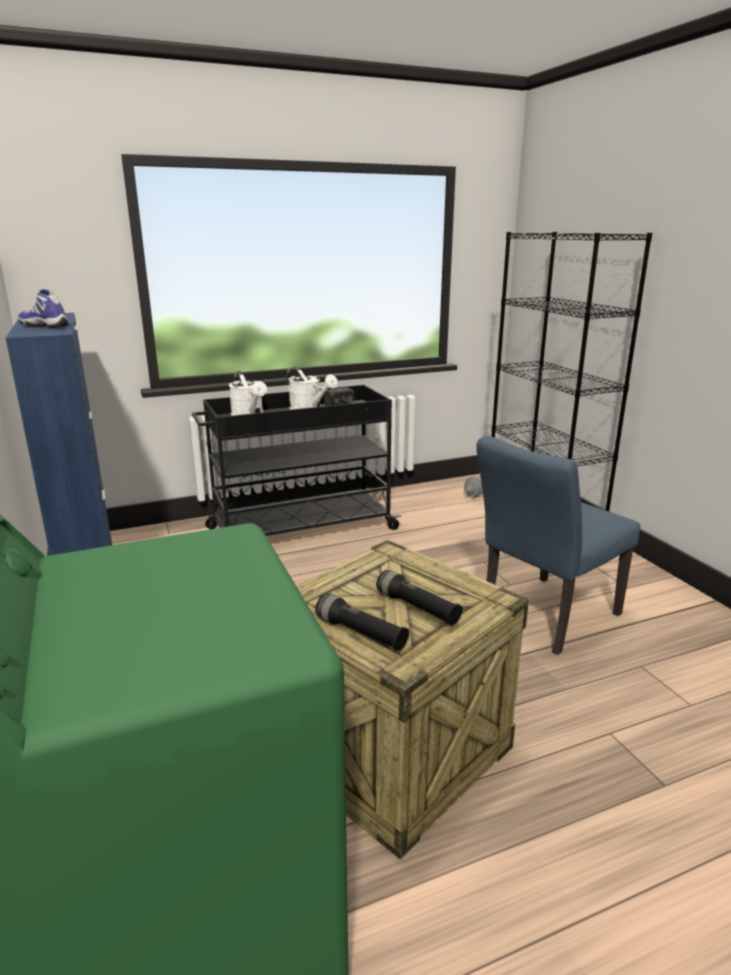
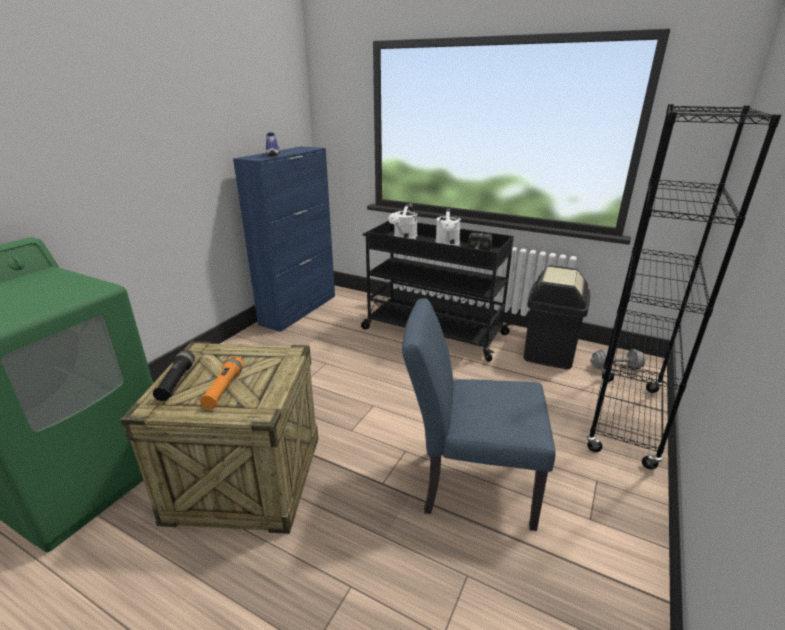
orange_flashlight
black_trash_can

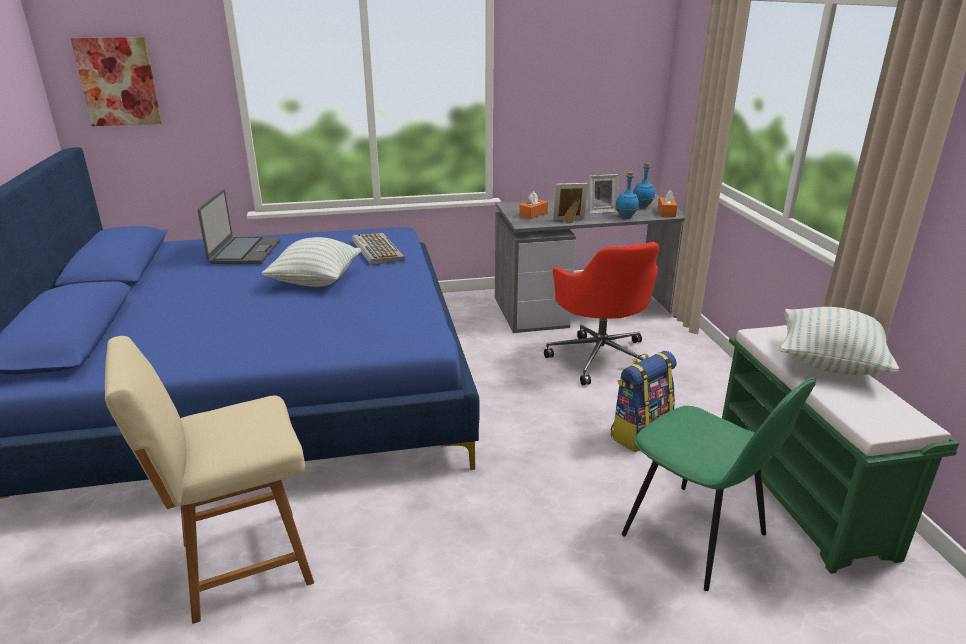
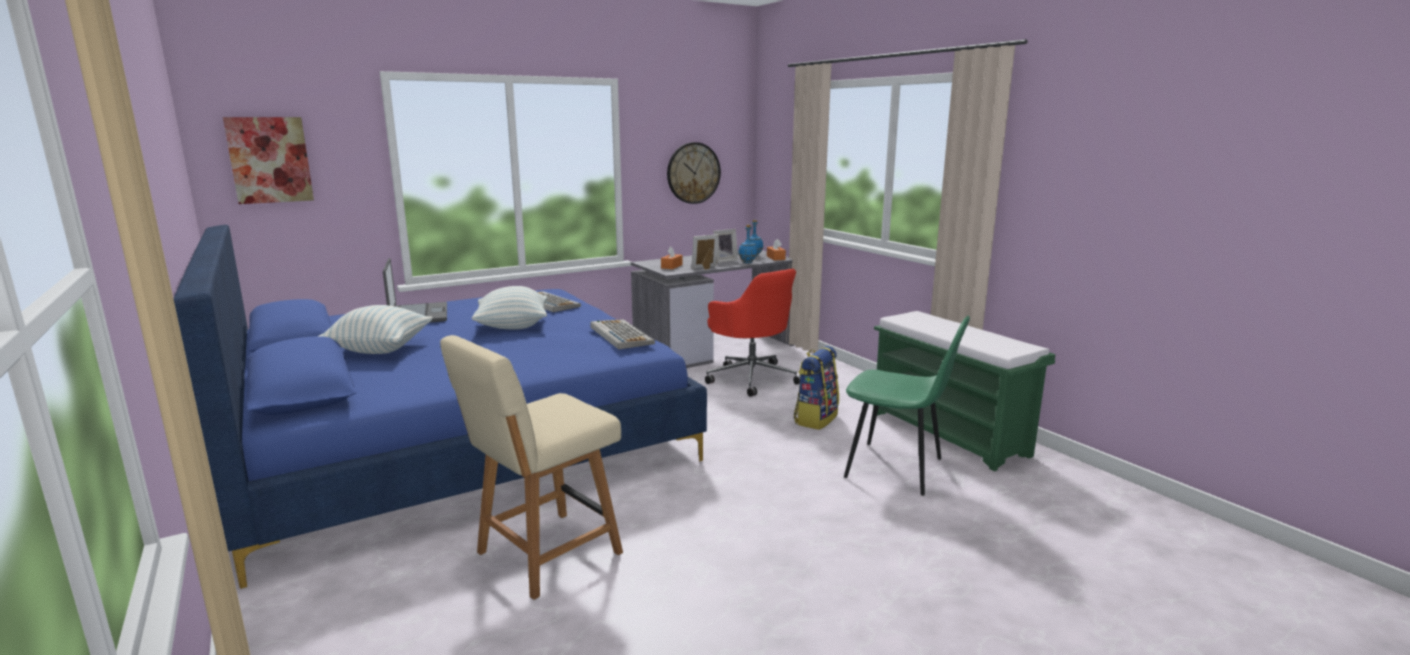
pillow (1st from left)
wall_clock
keyboard (2nd from left)

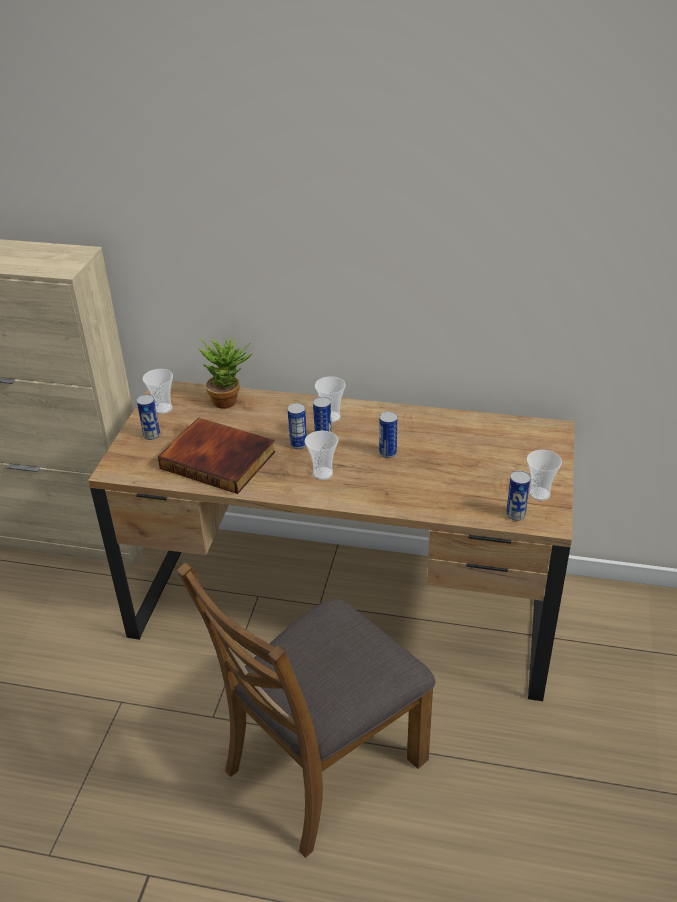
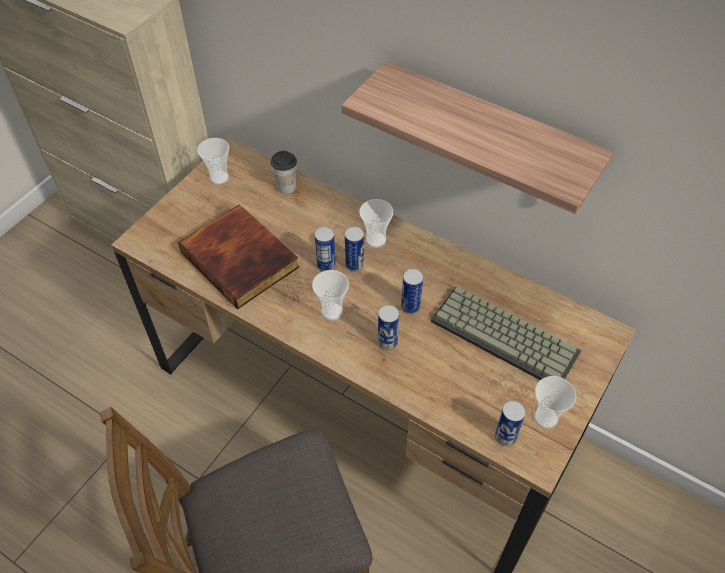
cup (2nd from left)
can (3rd from left)
shelf
keyboard

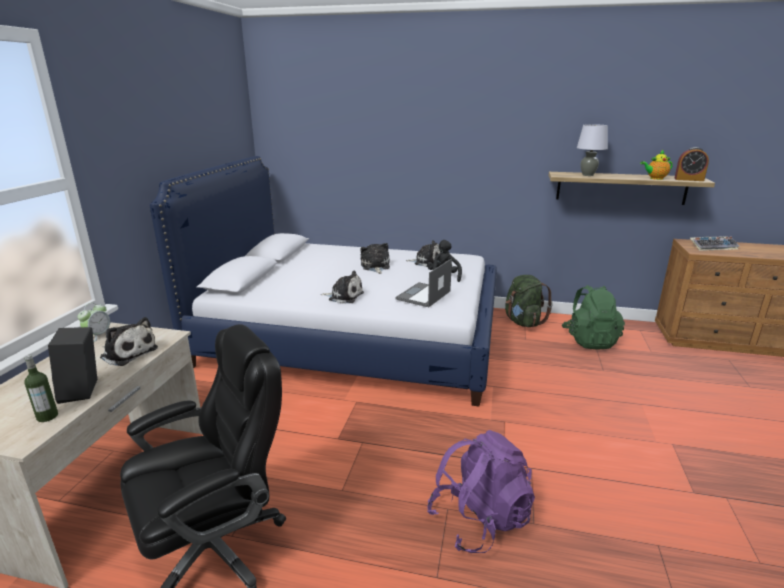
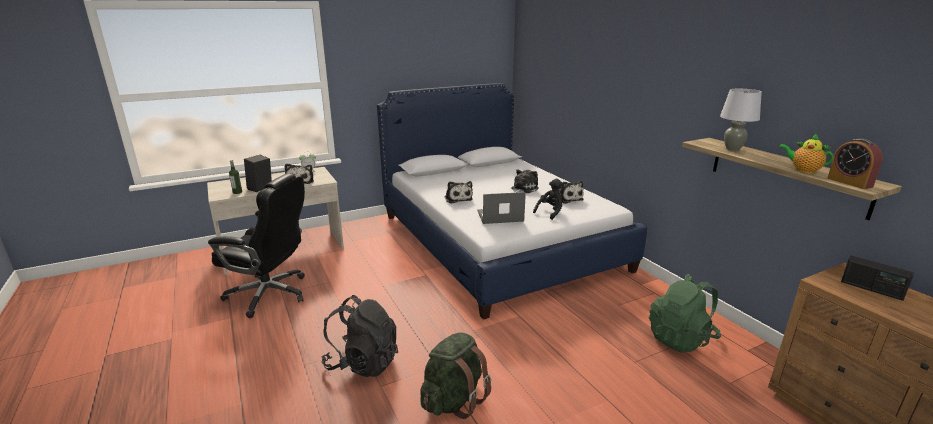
radio
green_backpack (1st from left)
black_backpack

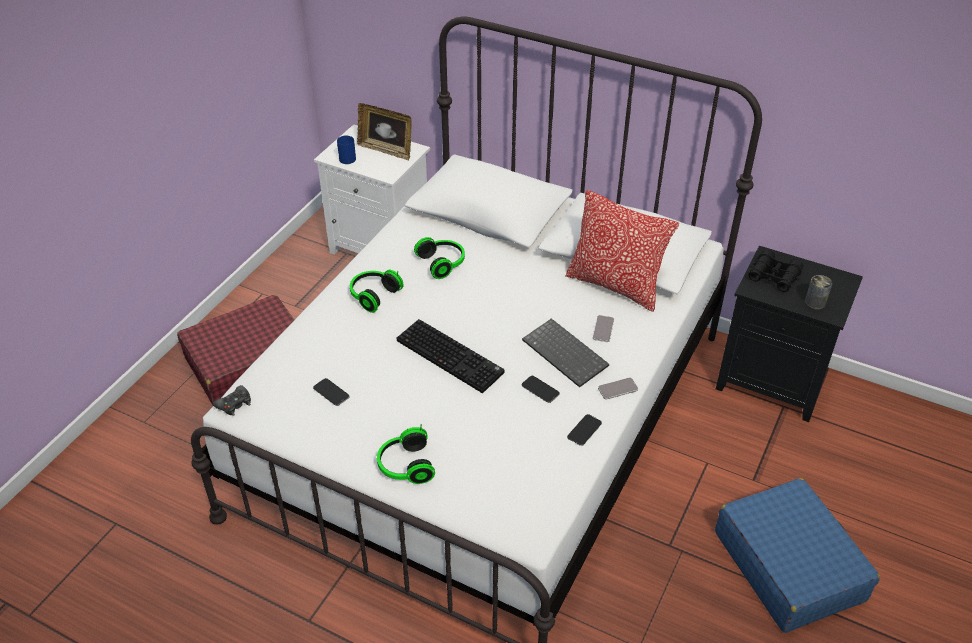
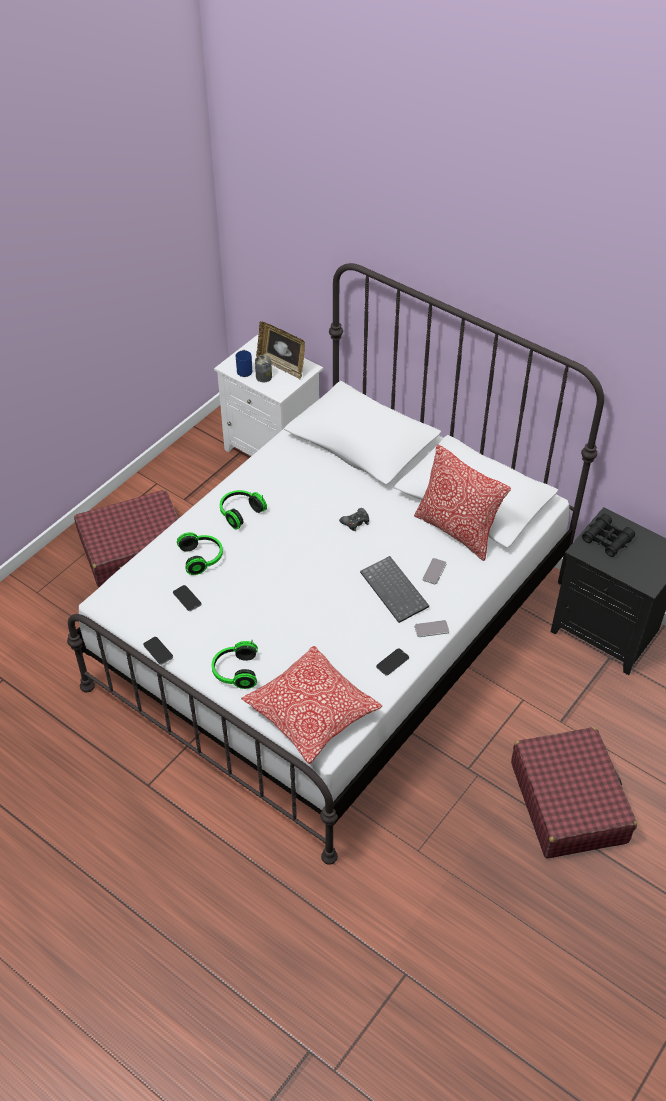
headphones (1st from left)
can
keyboard (1st from left in the first image)
phone (1st from left)
black_game_controller
red_suitcase (2nd from left)
pillow (1st from left)

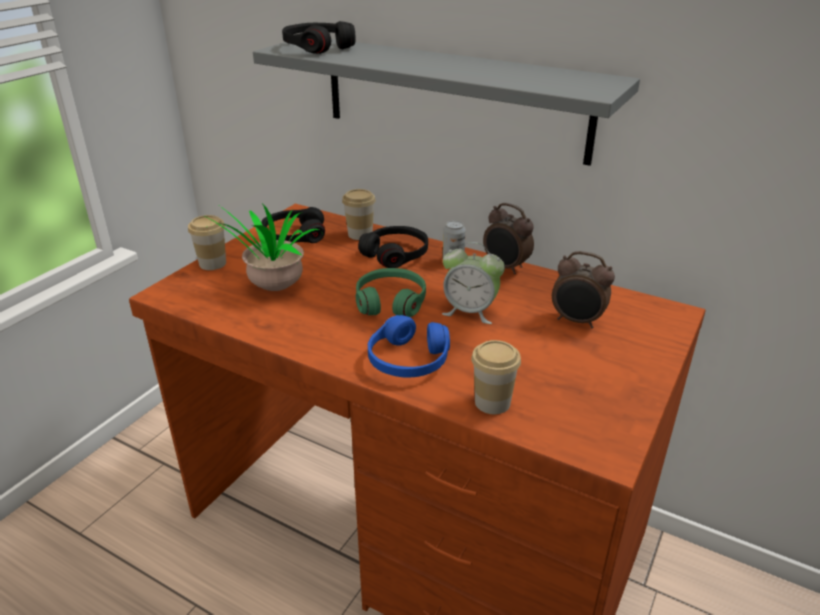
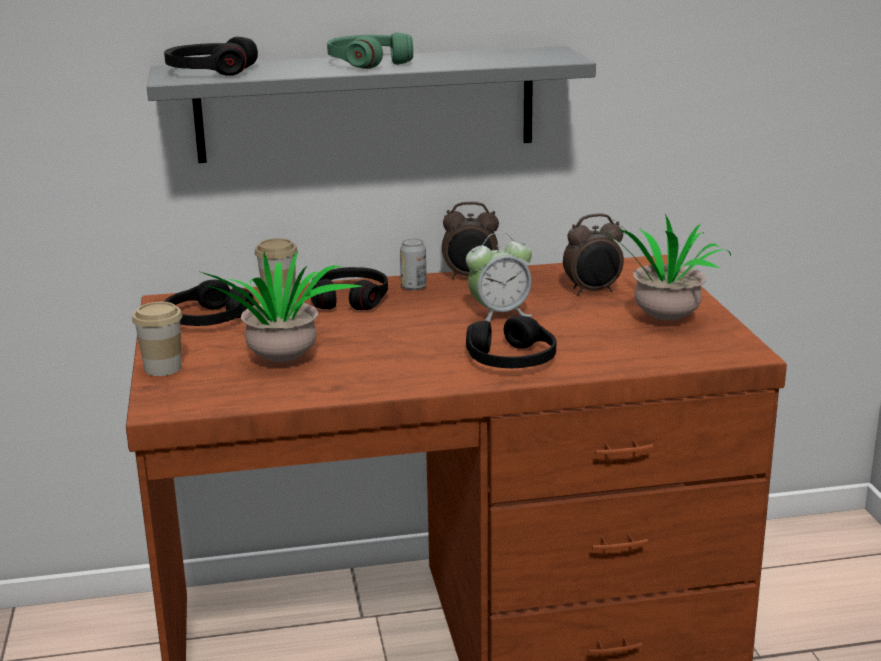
green_headphones
black_headphones (4th from left)
cup (3rd from left in the first image)
potted_plant (2nd from left)

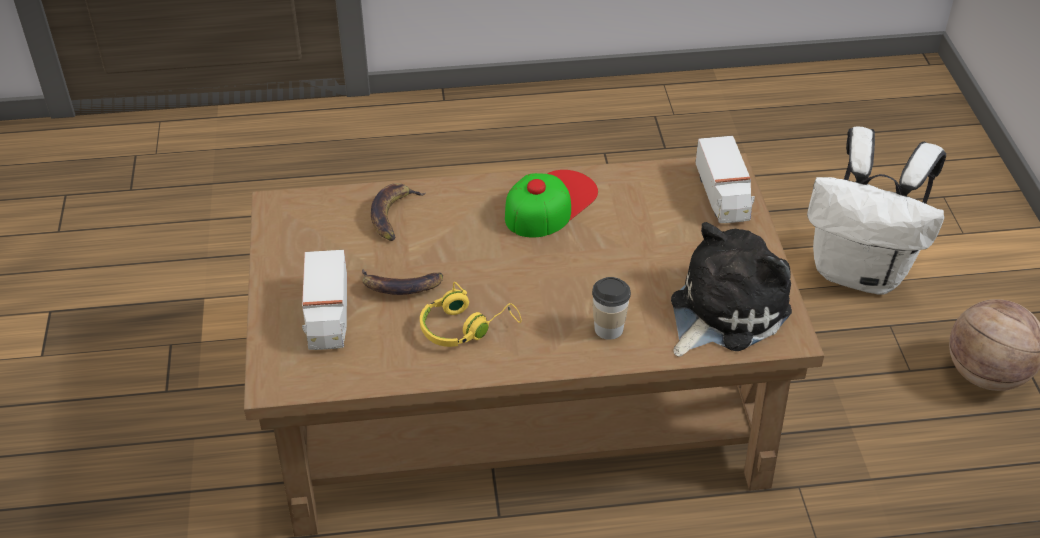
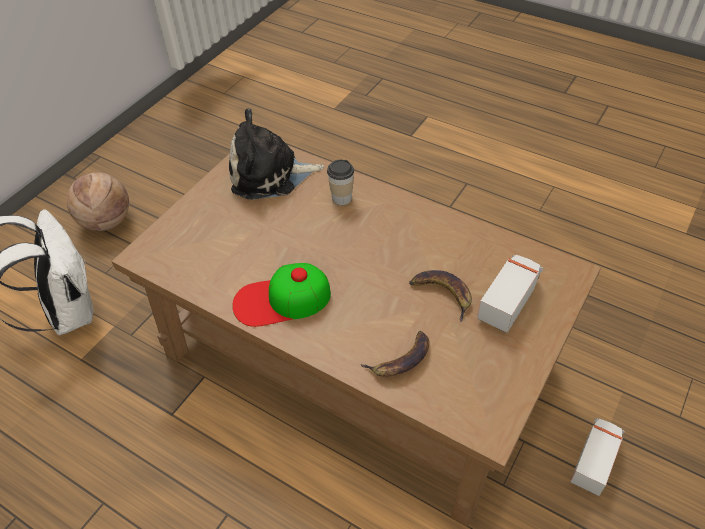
toy_truck (2nd from left)
yellow_headphones

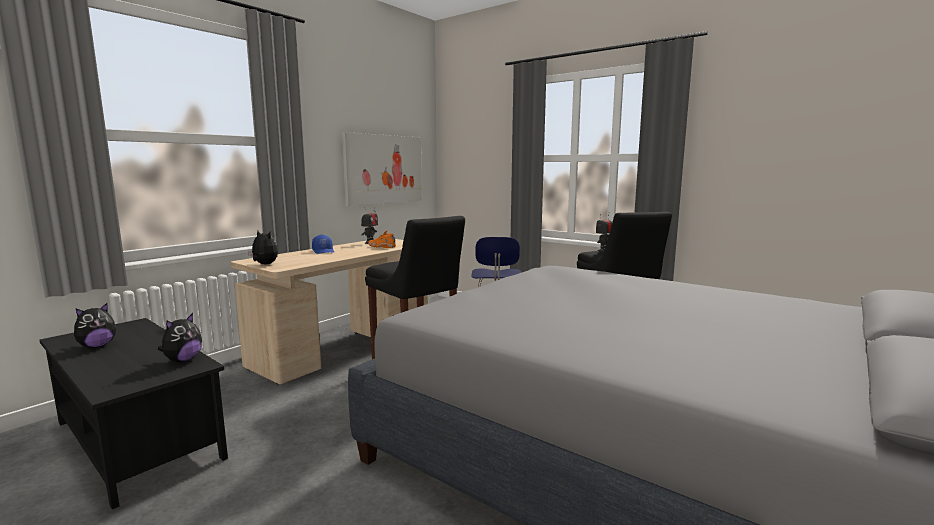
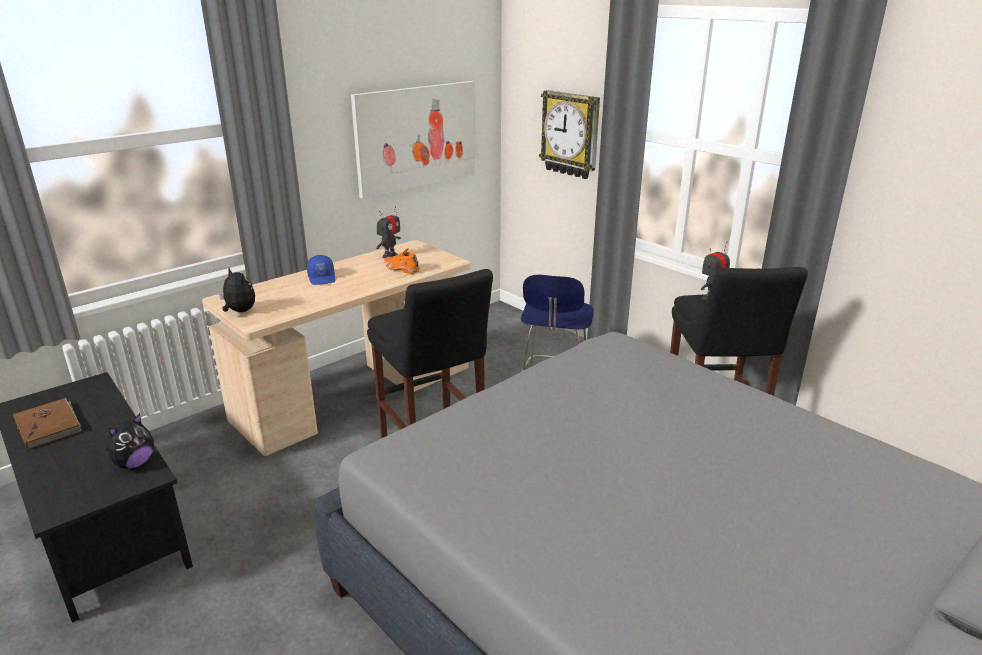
brown_book
wall_clock

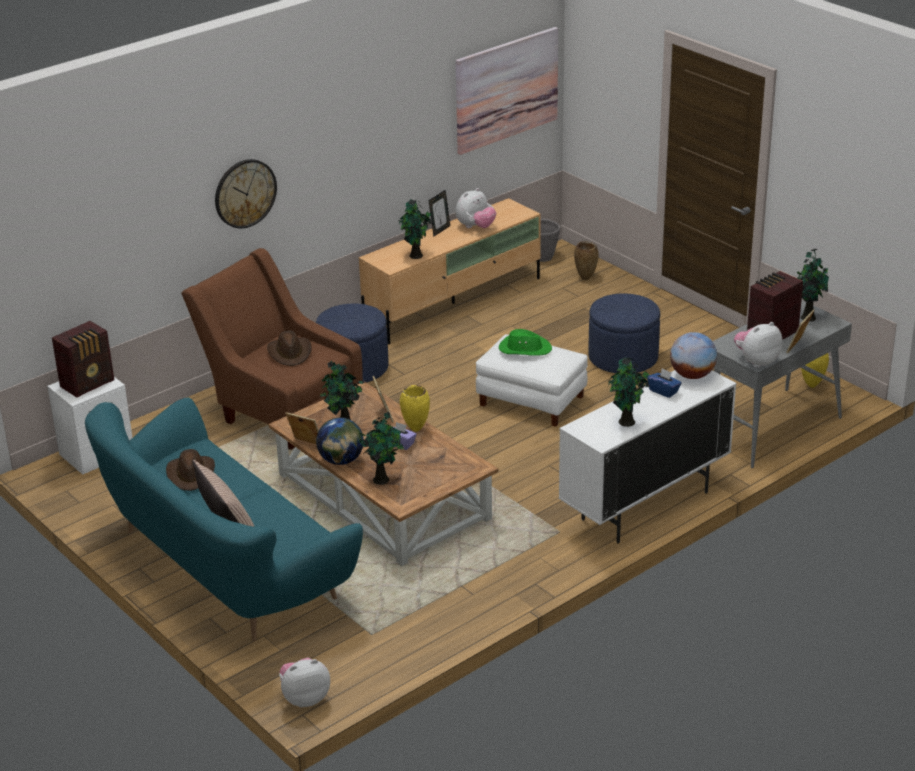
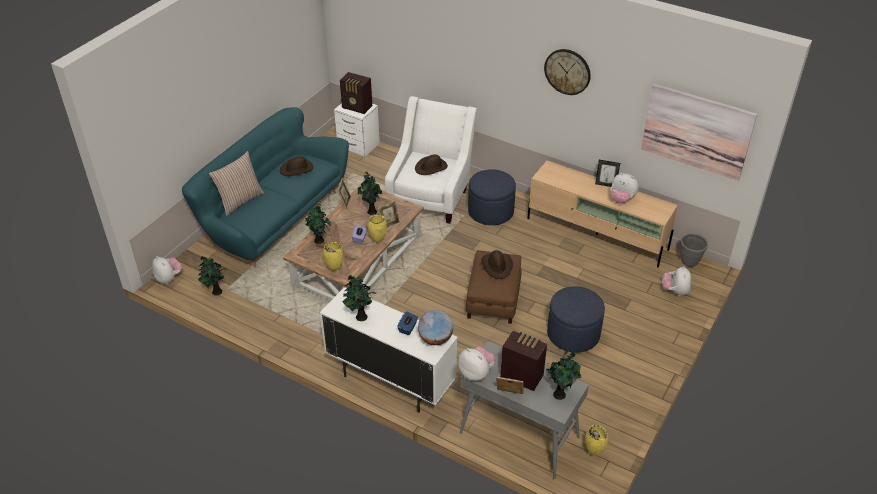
wall_clock
potted_plant (1st from left)
plush_toy (4th from left)
white_armchair
brown_hat (3rd from left)
brown_ottoman
globe (1st from left in the first image)
yellow_vase (1st from left)

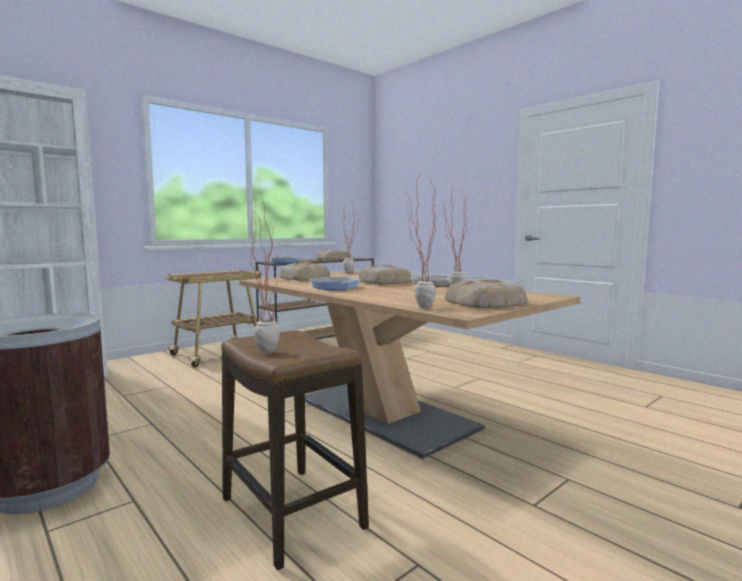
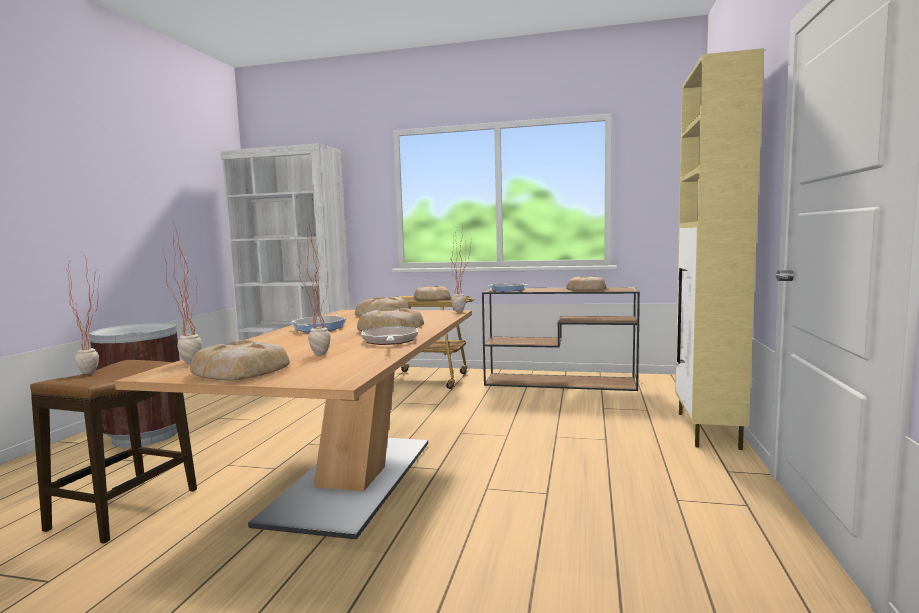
beige_cabinet
bread (4th from left)

